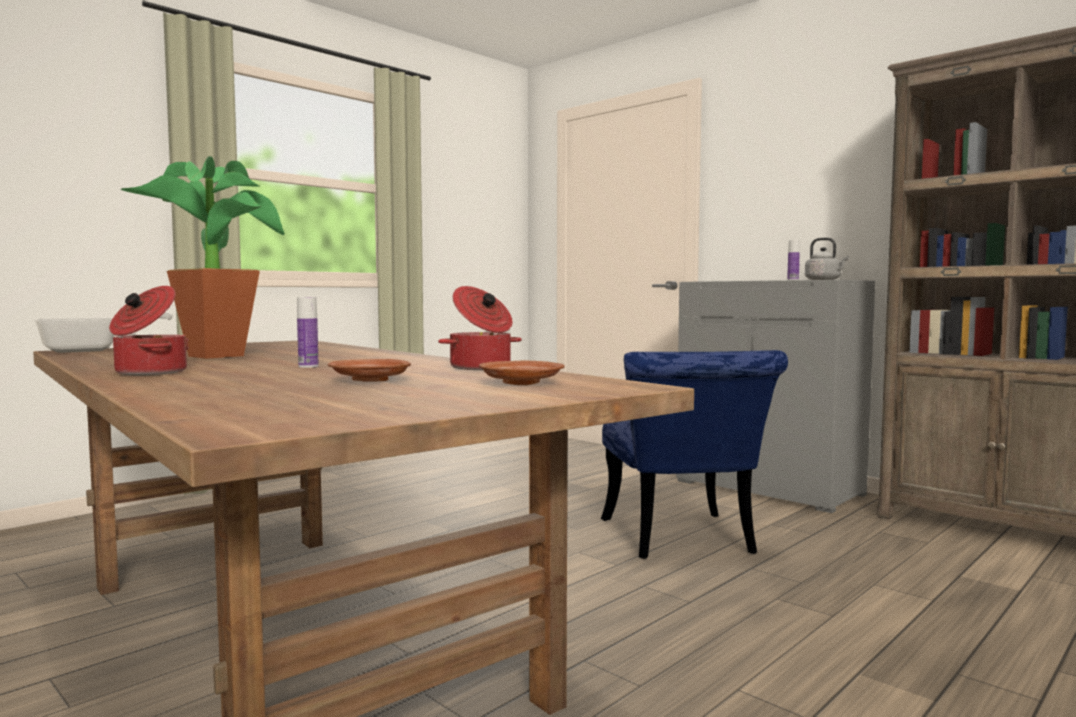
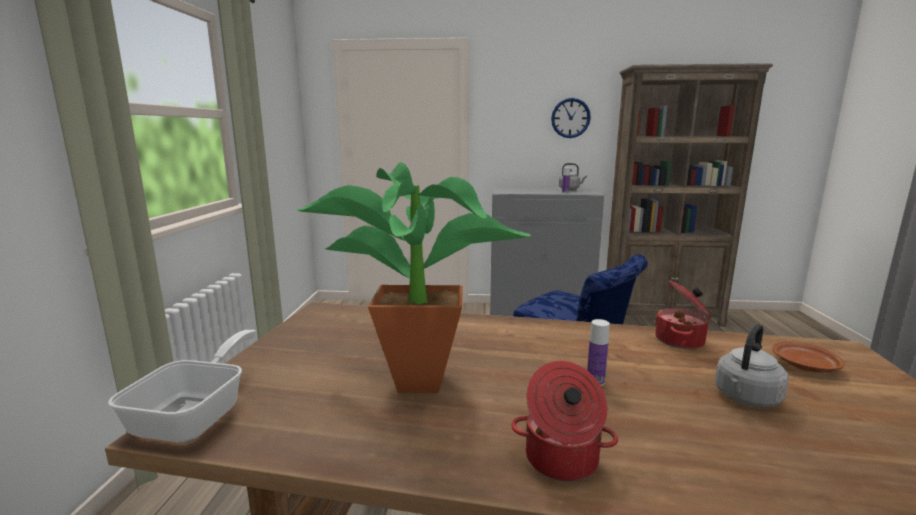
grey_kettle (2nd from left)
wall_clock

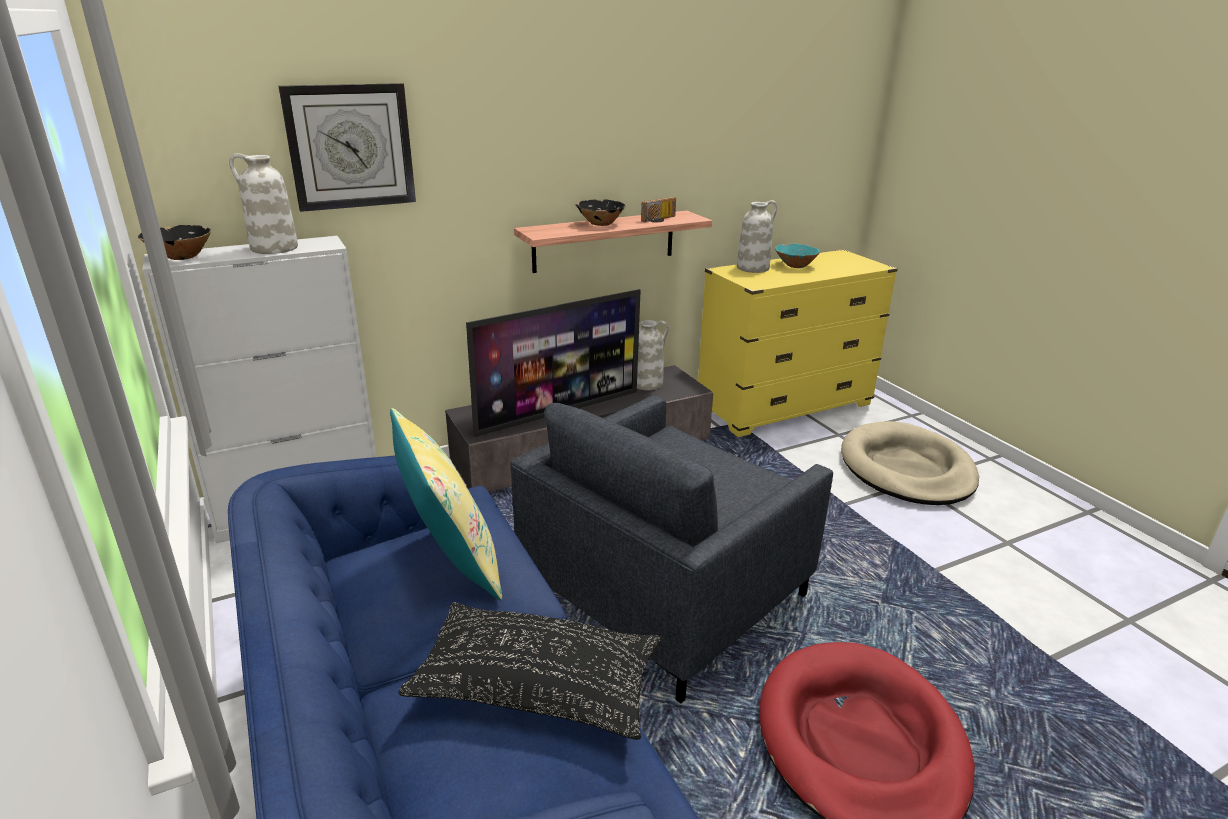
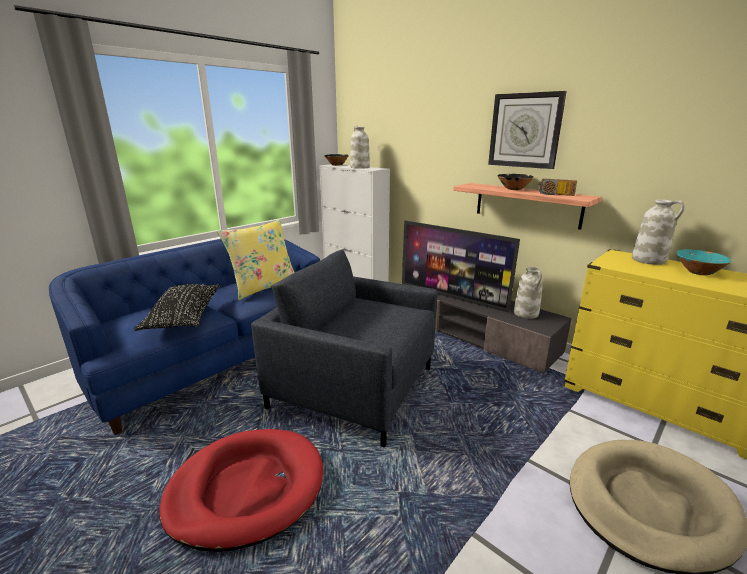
wall_clock

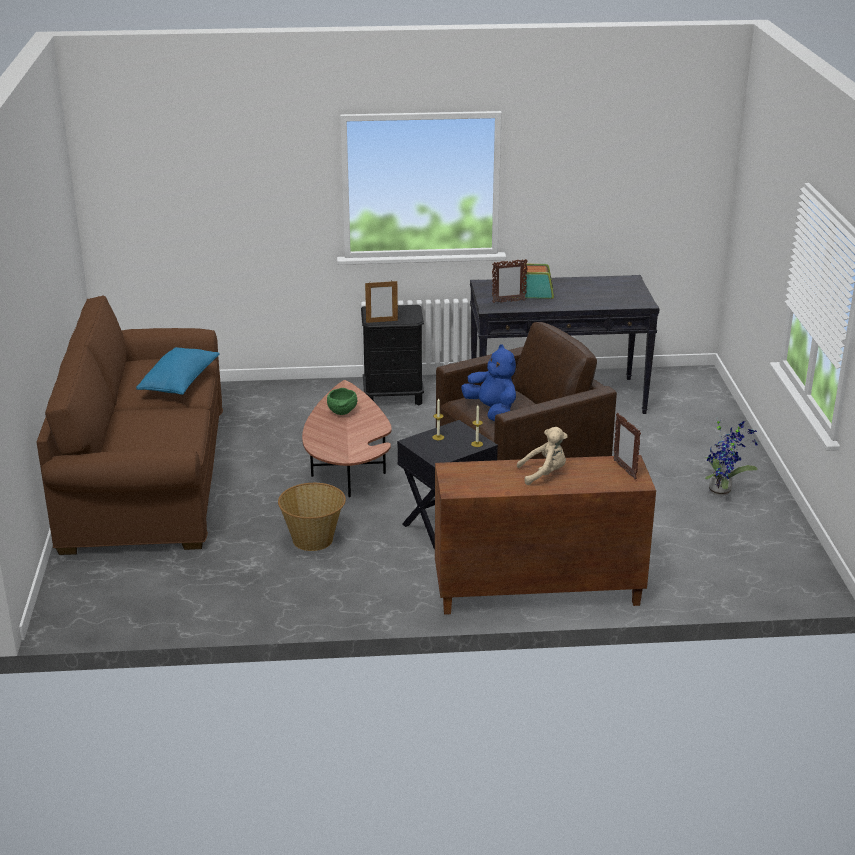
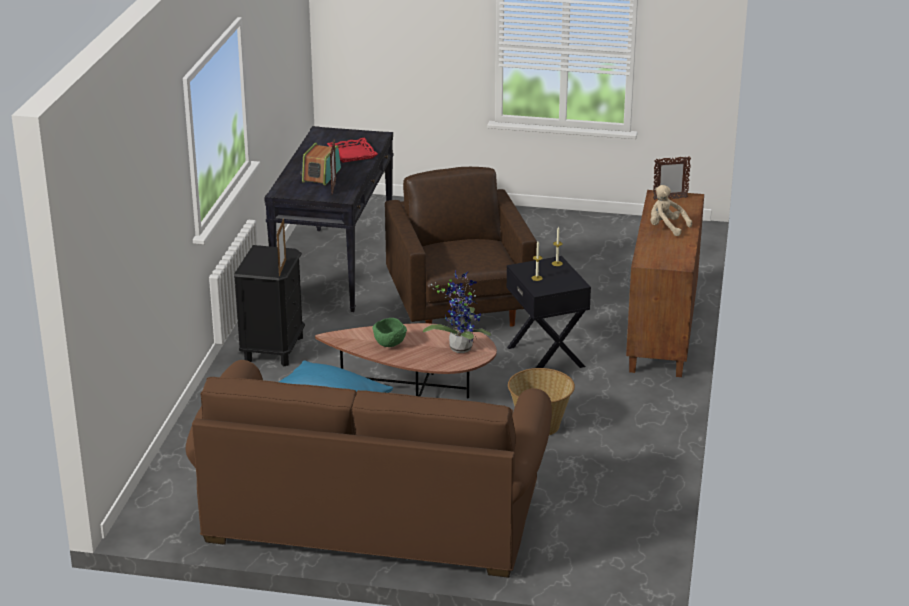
blue_plush_toy
potted_plant
beige_plush_toy
red_tray

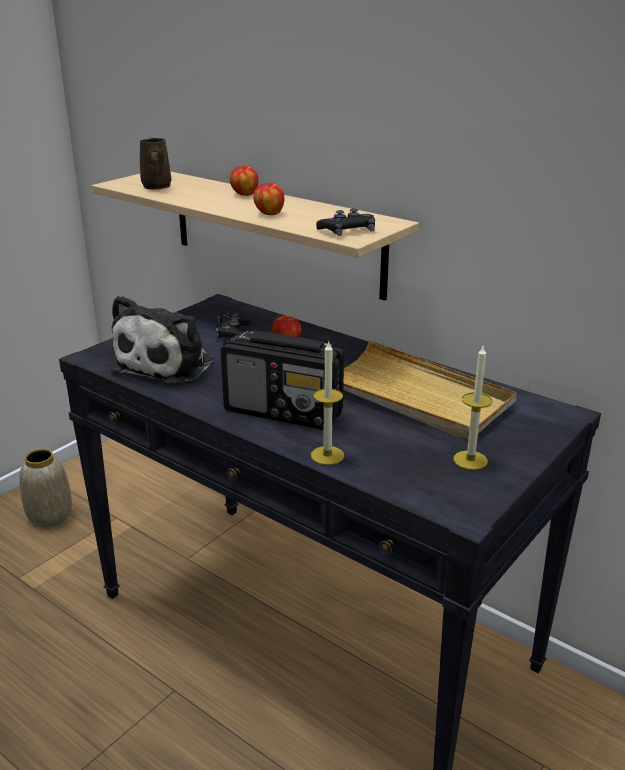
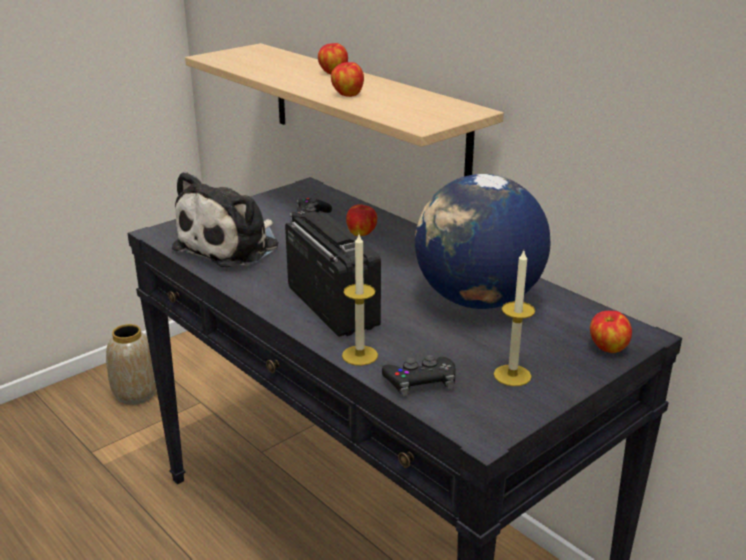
brown_mug
black_game_controller (2nd from left)
radio
globe
apple (4th from left)

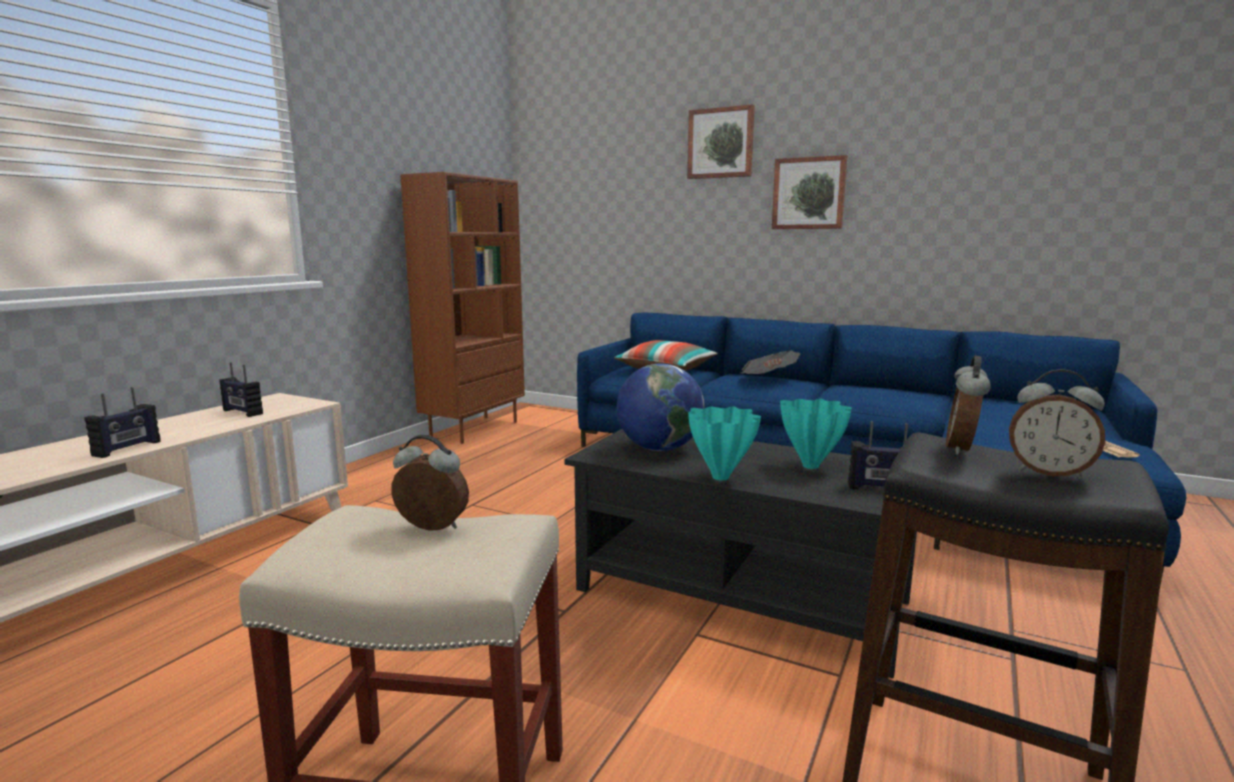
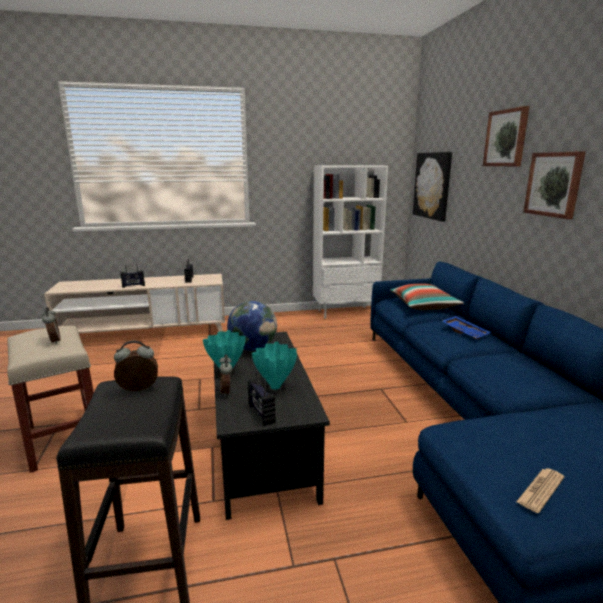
white_bookcase
blue_tray
alarm_clock (3rd from left)
picture (1st from left)

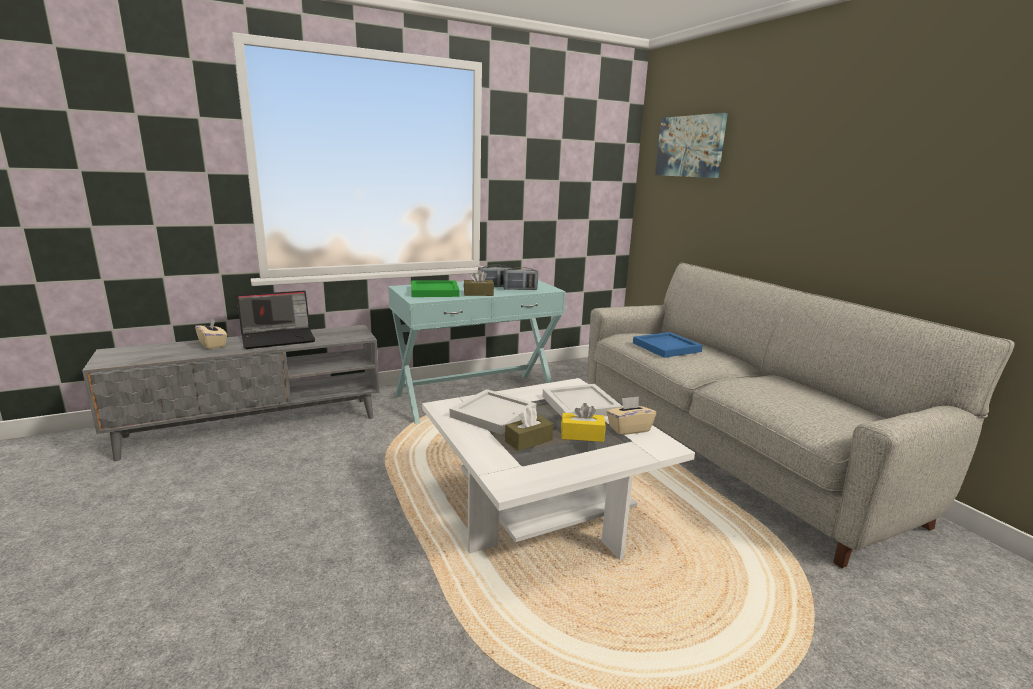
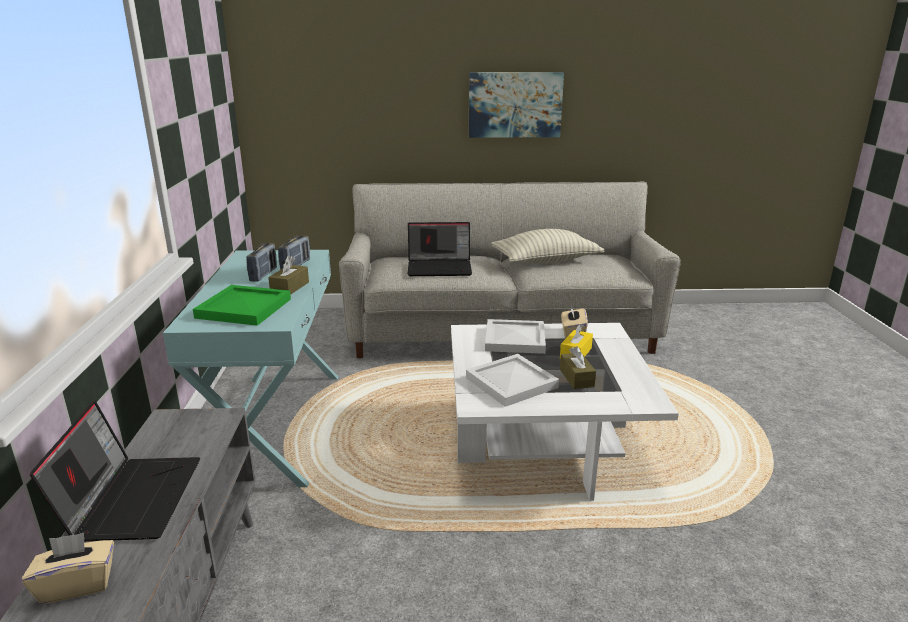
picture
laptop (2nd from left)
pillow

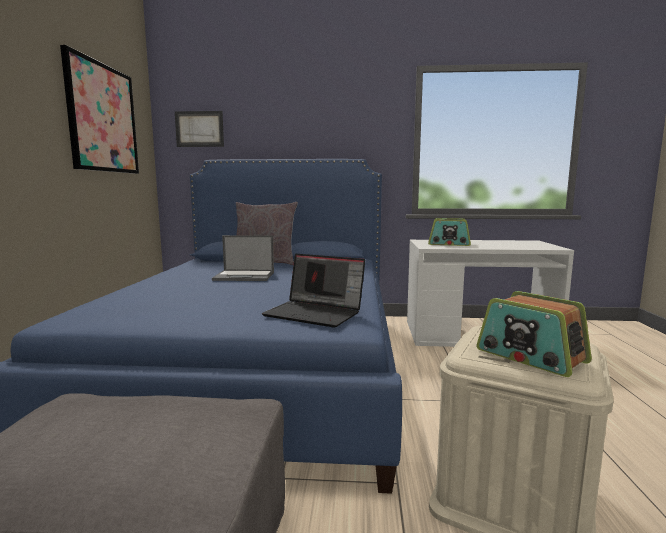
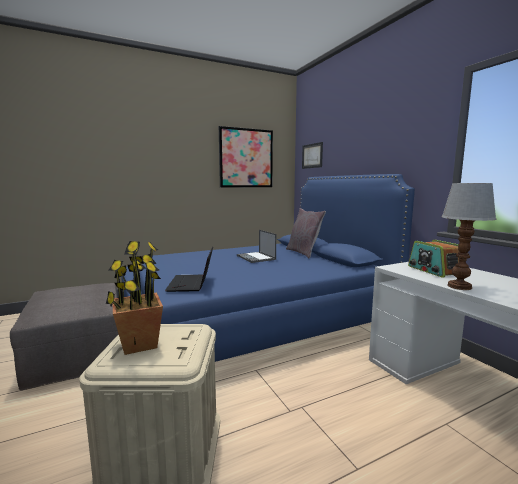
potted_plant
table_lamp

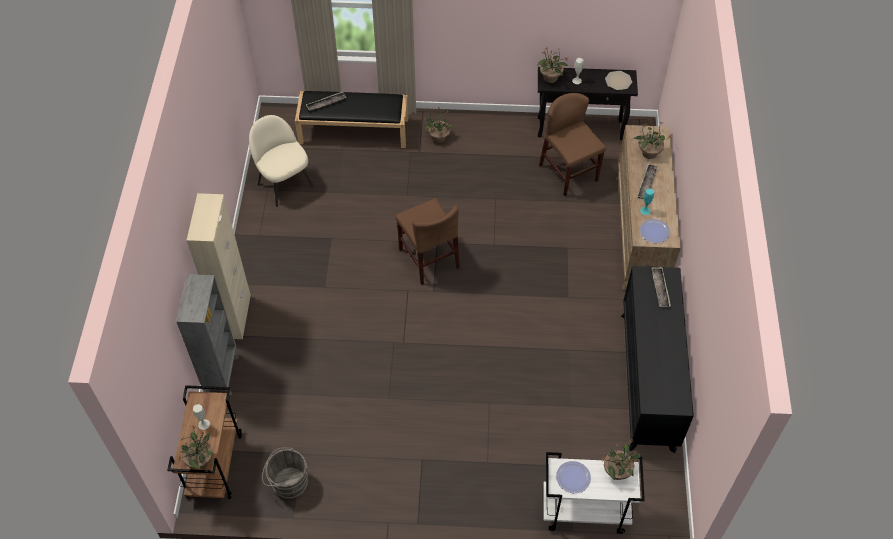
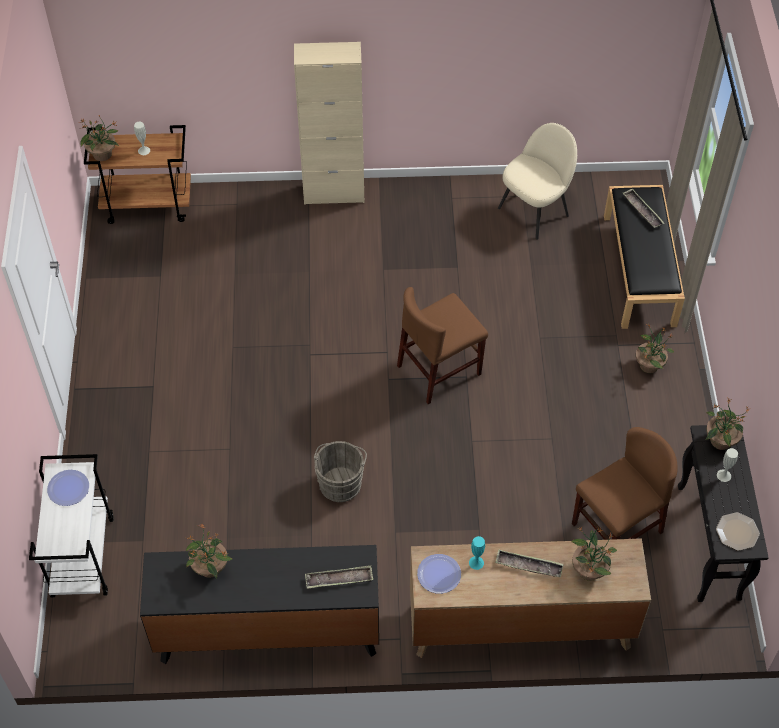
grey_bookcase
potted_plant (2nd from left)
grey_bucket

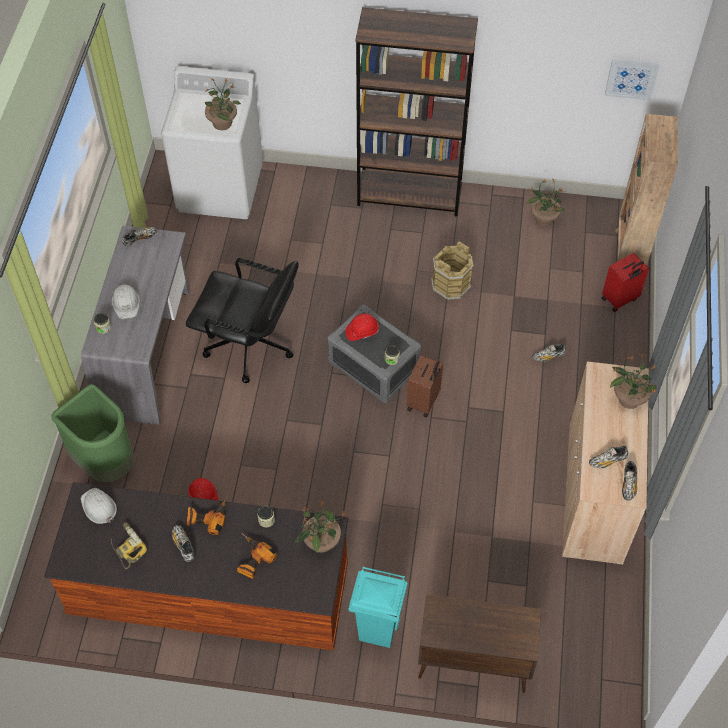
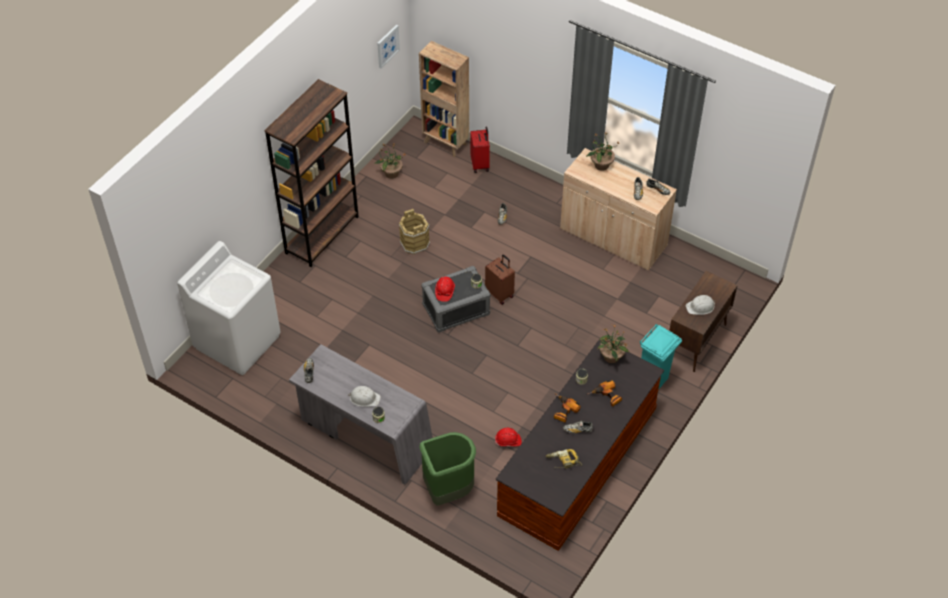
potted_plant (1st from left in the first image)
black_office_chair
white_hard_hat (2nd from left)

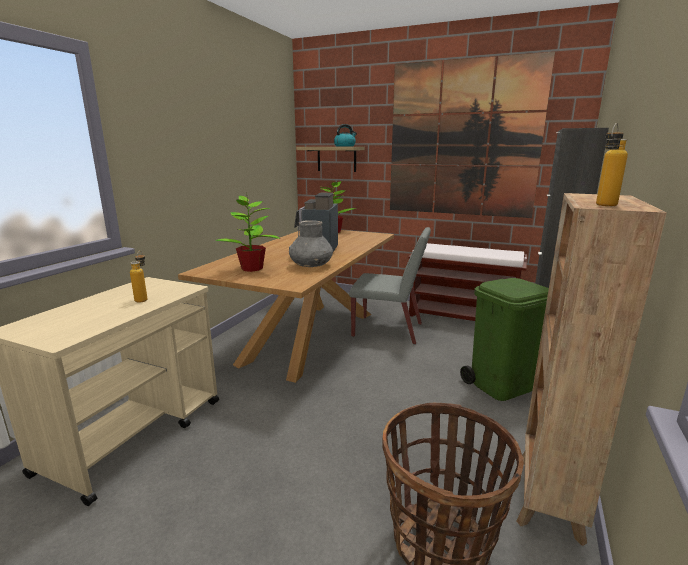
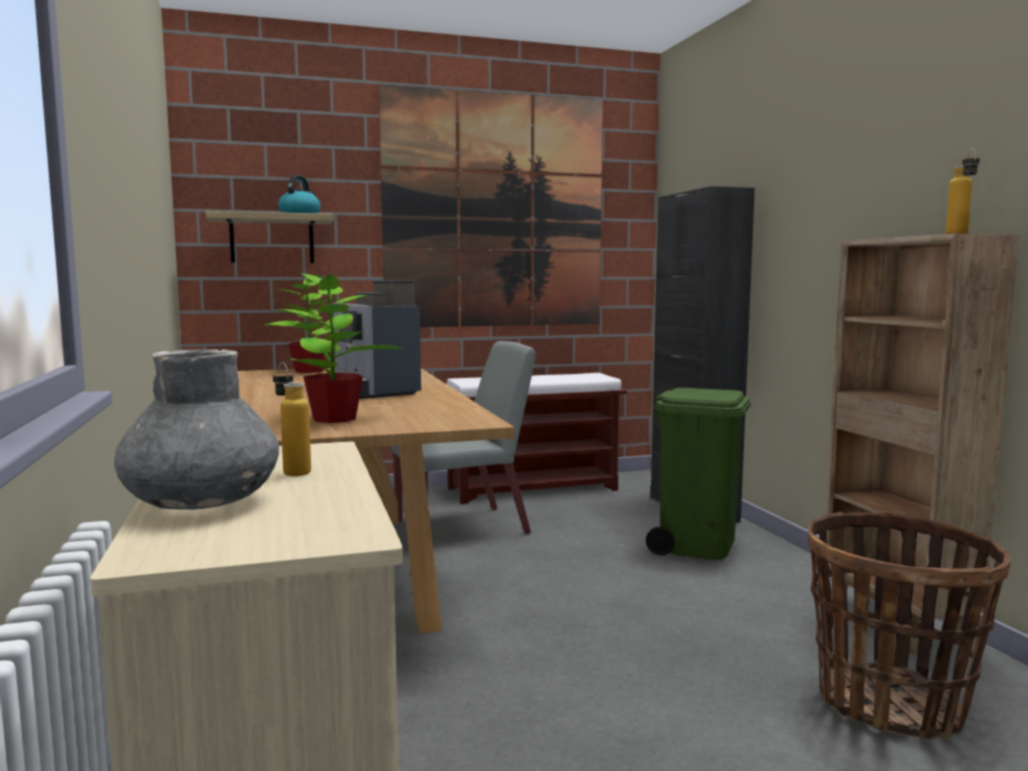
grey_vase

